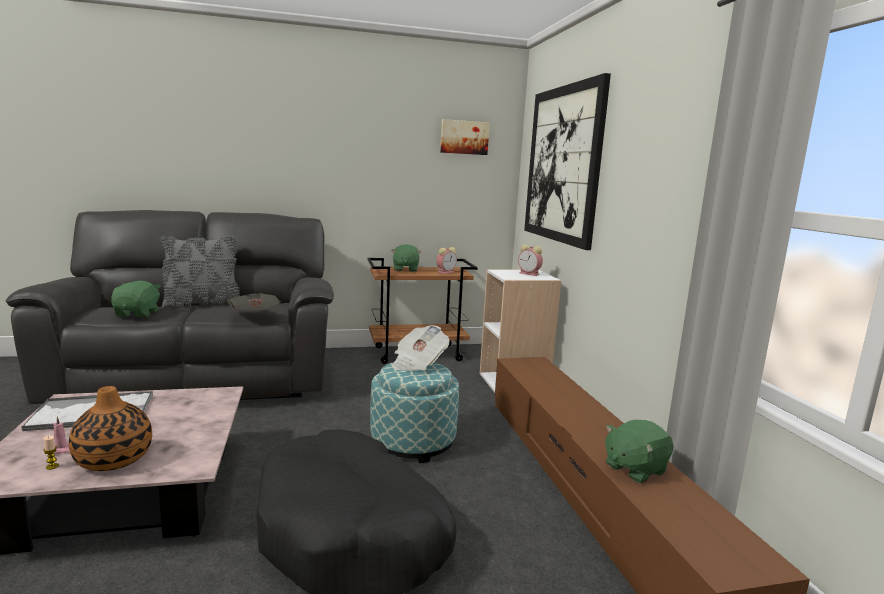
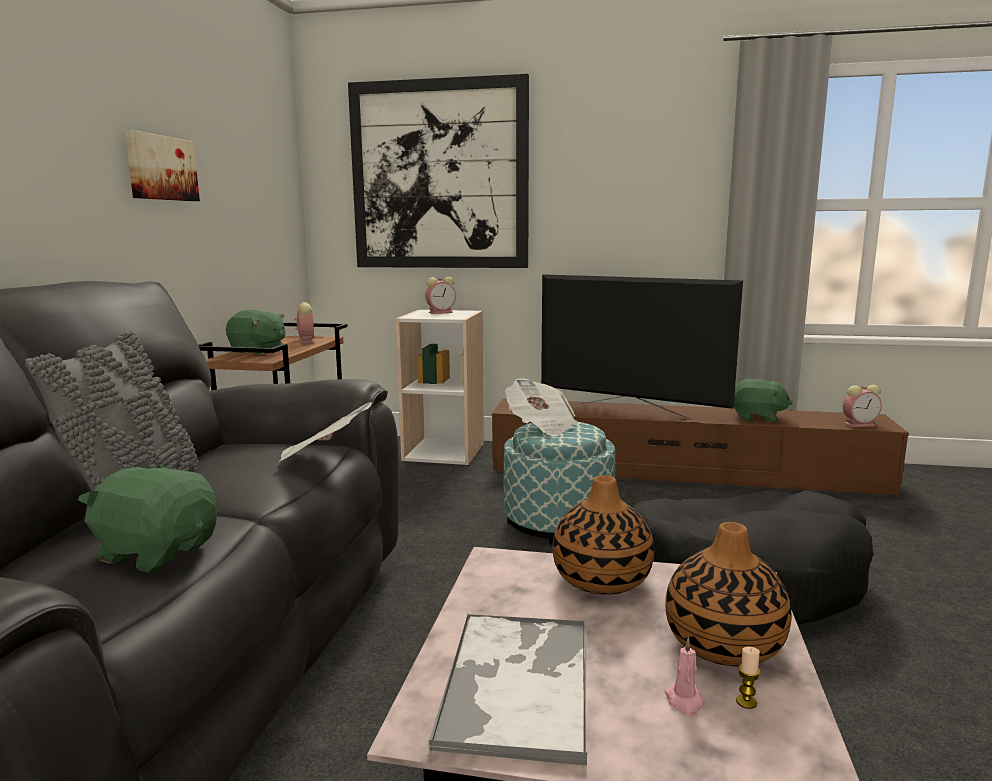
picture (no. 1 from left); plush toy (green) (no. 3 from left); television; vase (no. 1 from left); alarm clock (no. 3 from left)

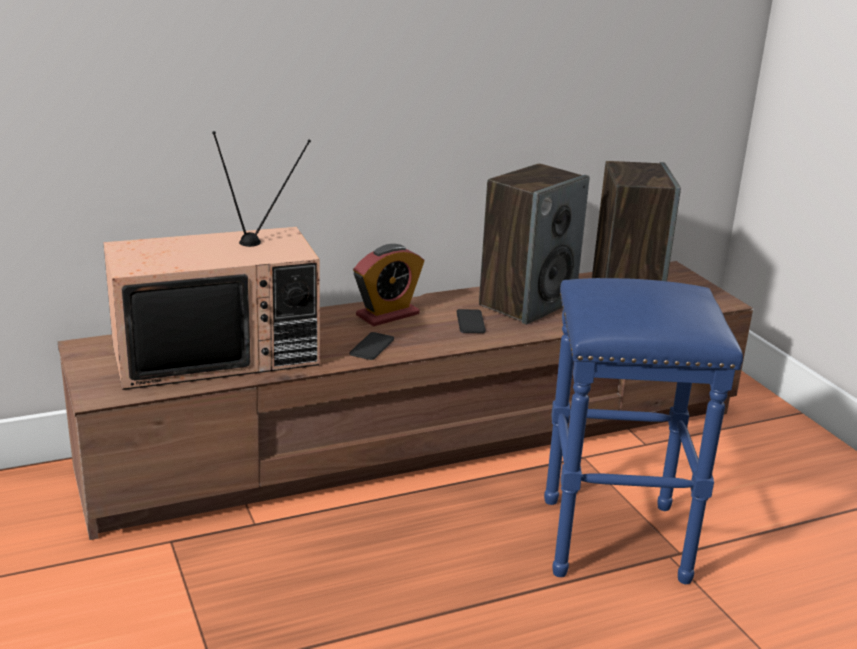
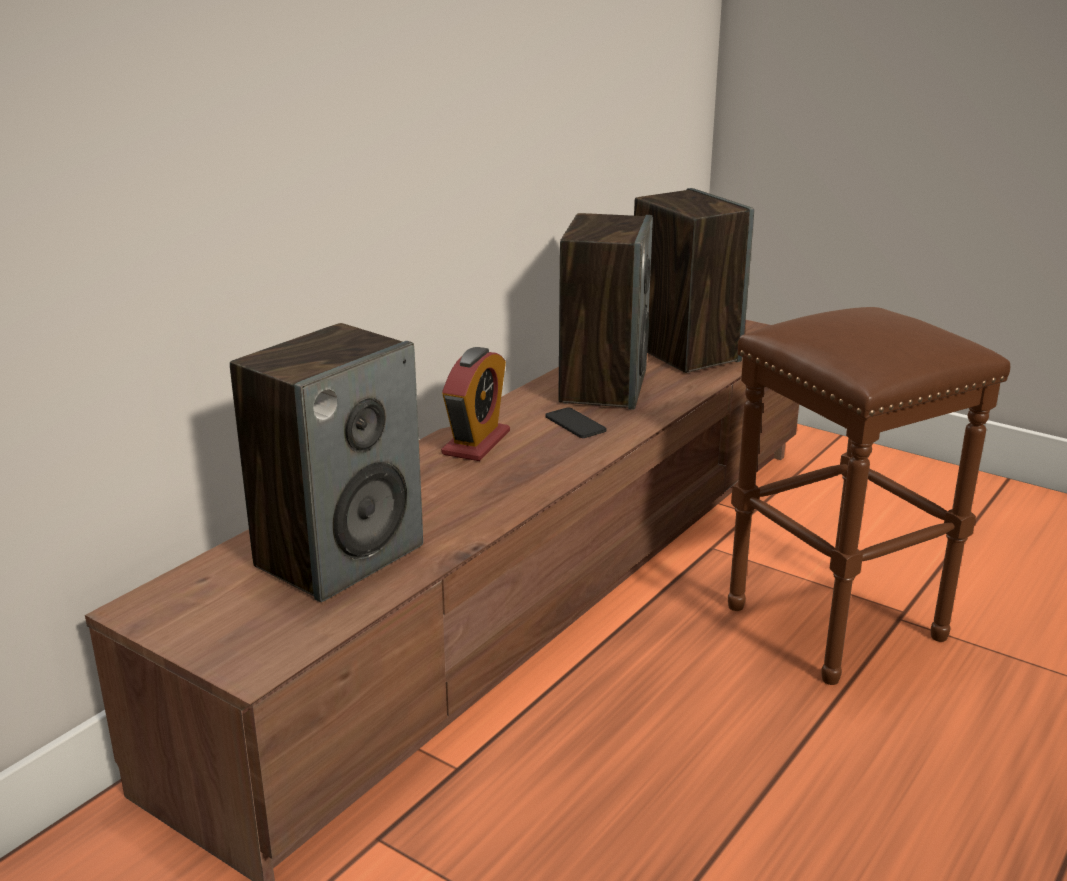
speaker (no. 1 from left); phone (no. 1 from left in the first image); stool (brown)

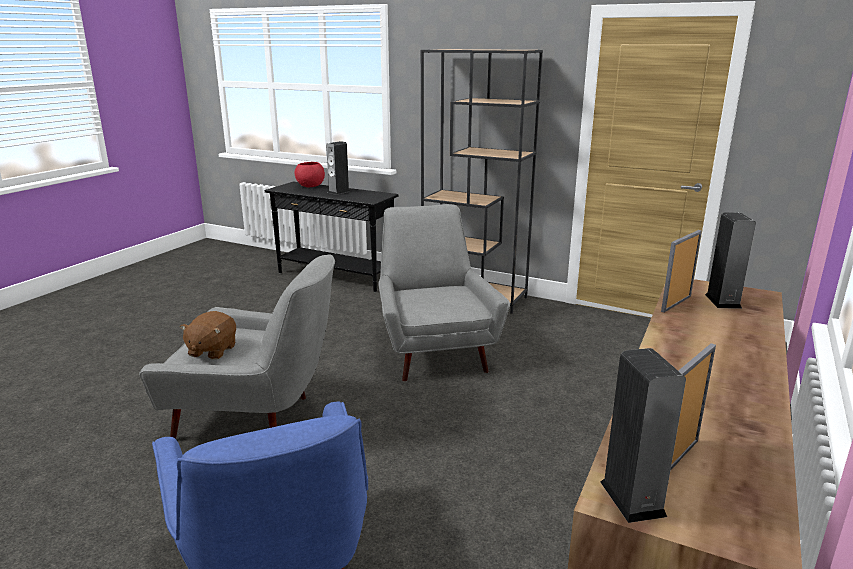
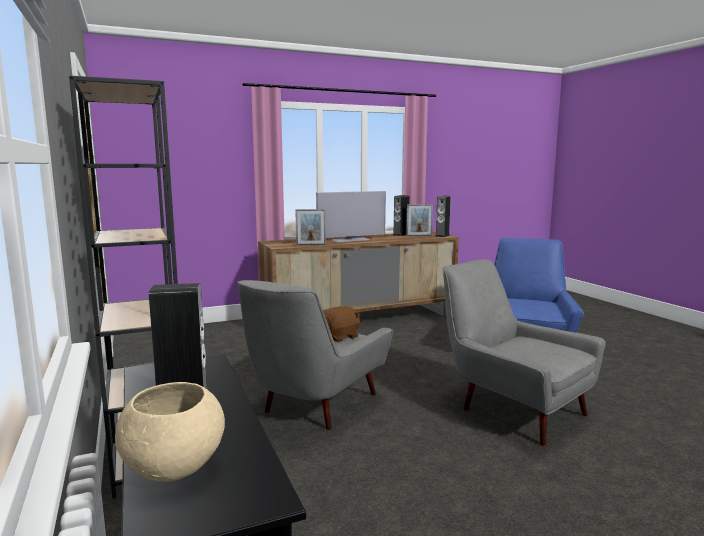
plush toy (brown); bowl (beige); speaker (no. 2 from left); television

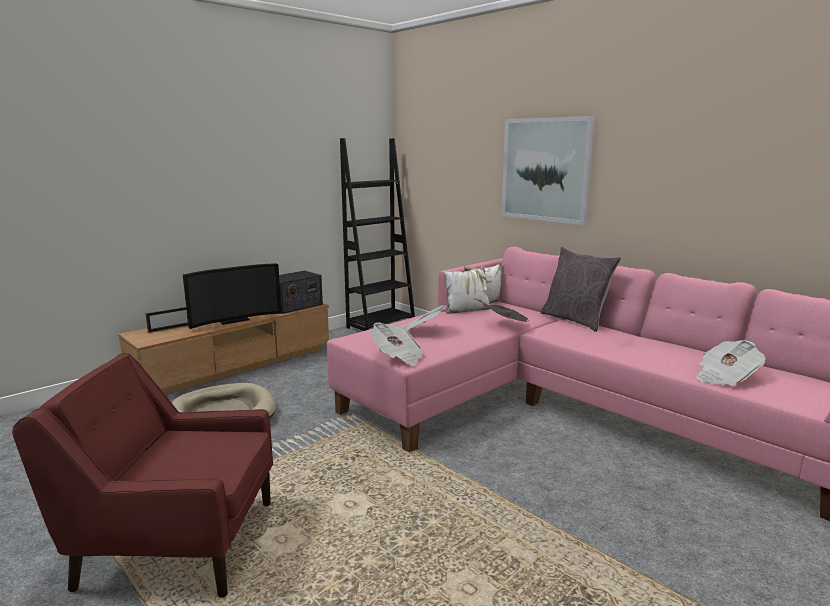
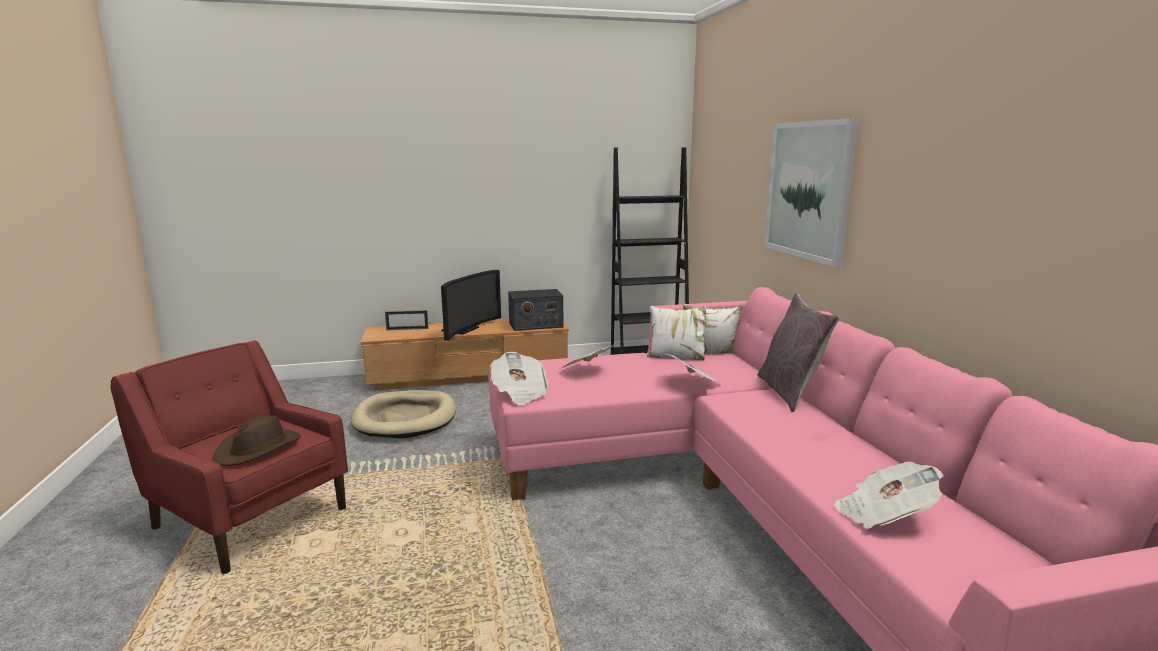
television; hat (brown)

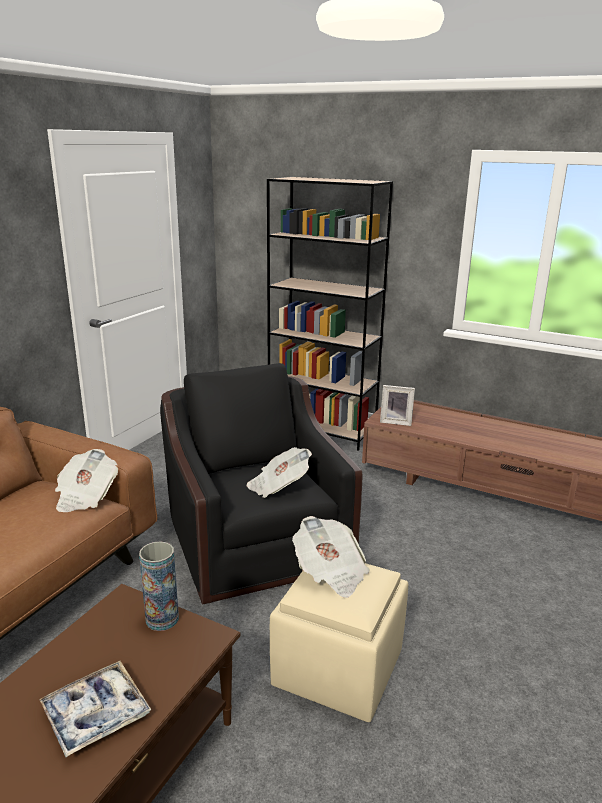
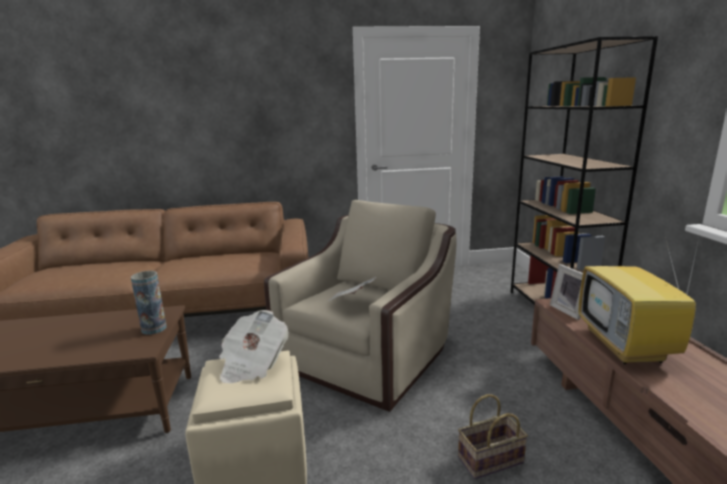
tray; newspaper (no. 1 from left in the first image); armchair (beige); basket; television

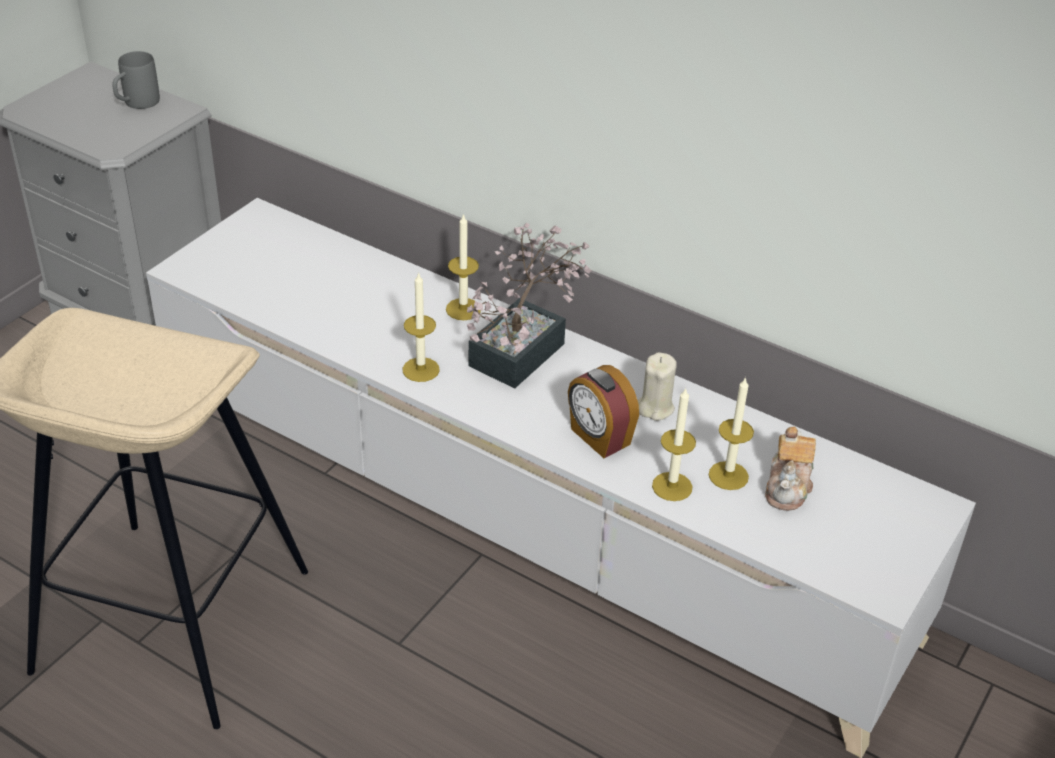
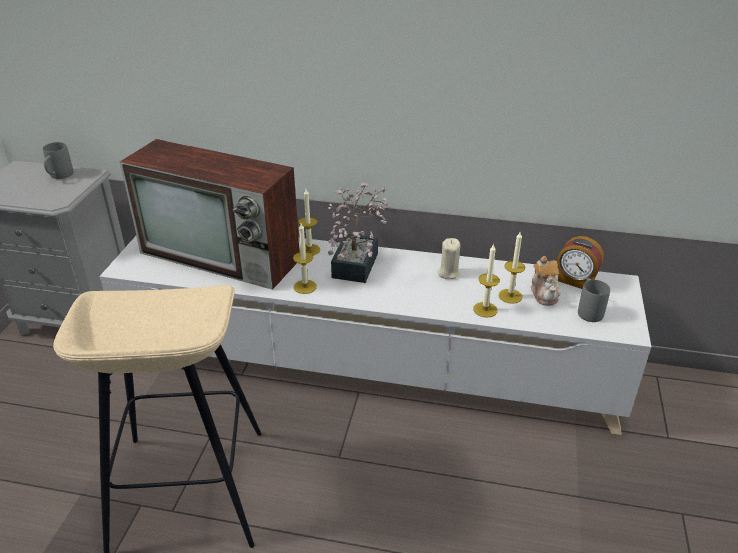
alarm clock; television; mug (grey) (no. 2 from left)

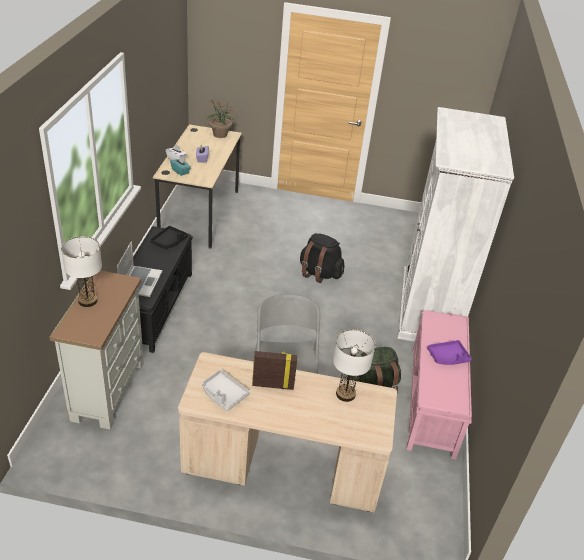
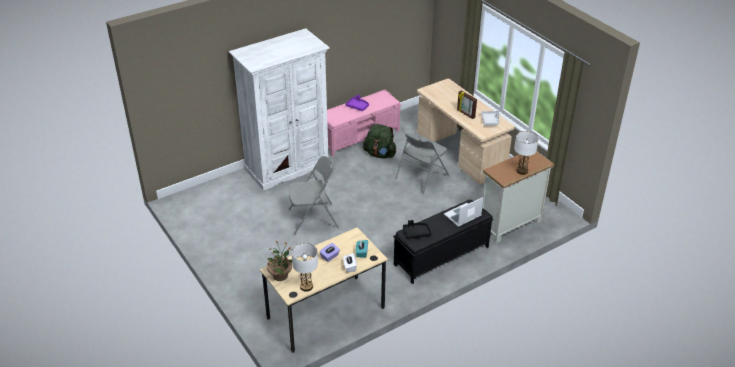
chair (grey) (no. 1 from left); table lamp (no. 1 from left)

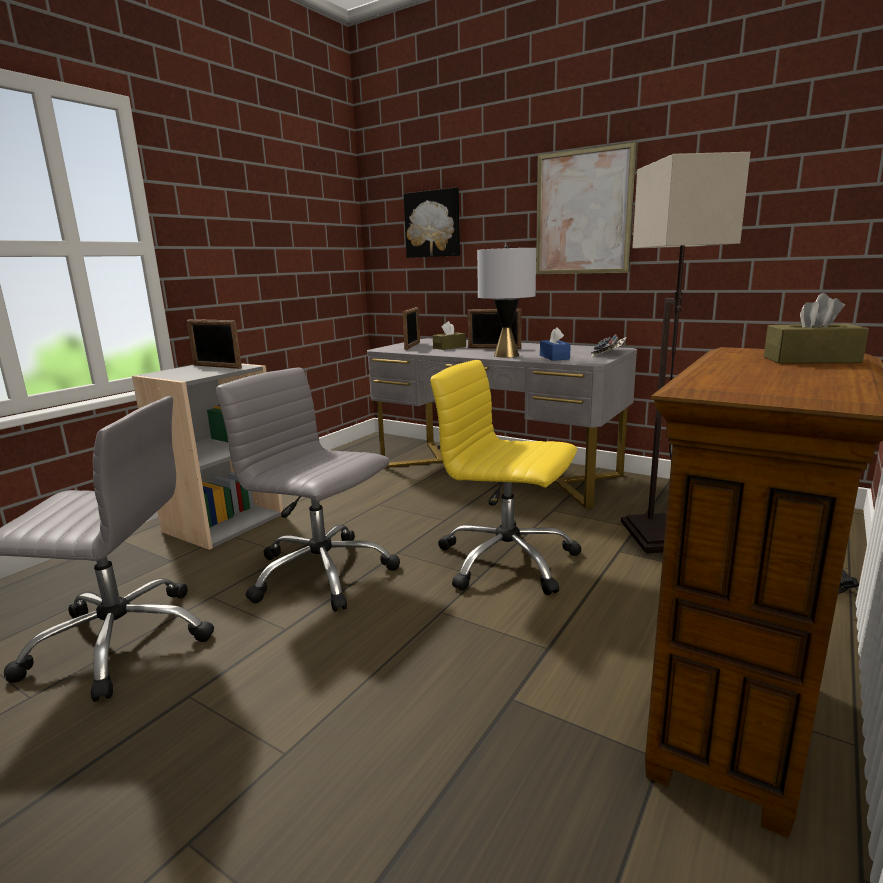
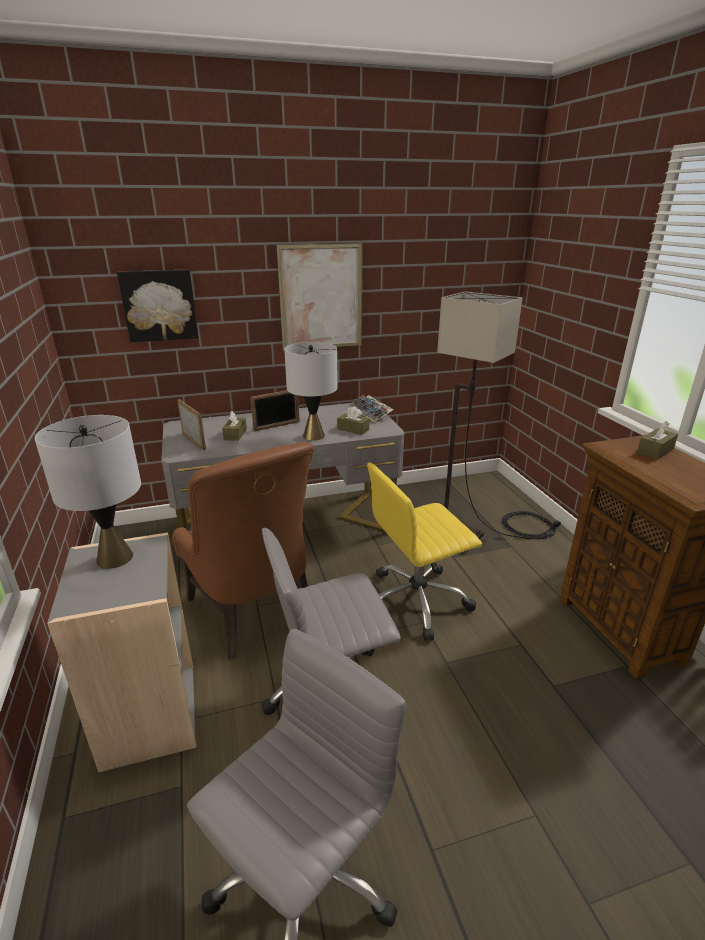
table lamp (grey) (no. 1 from left); tissue box (brown) (no. 2 from left); chair (brown)

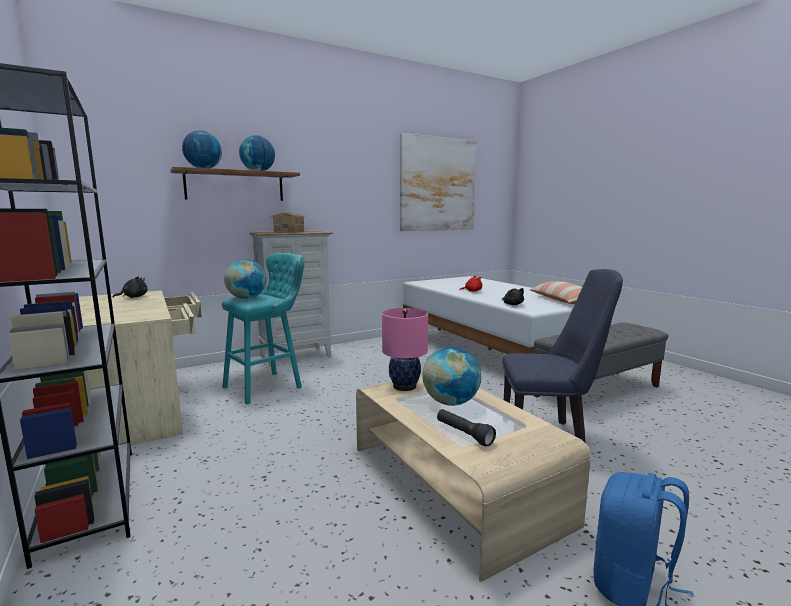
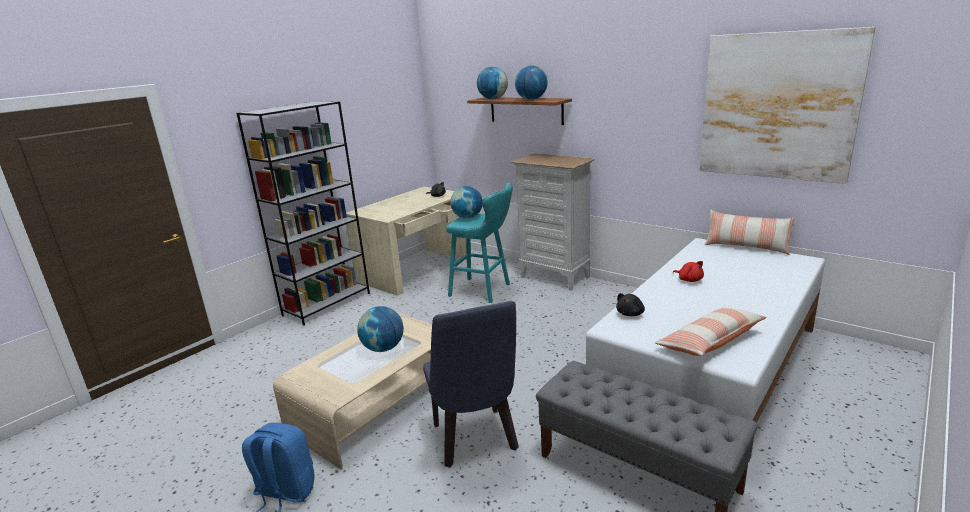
toy house; table lamp (pink); flashlight (black); pillow (no. 2 from left)

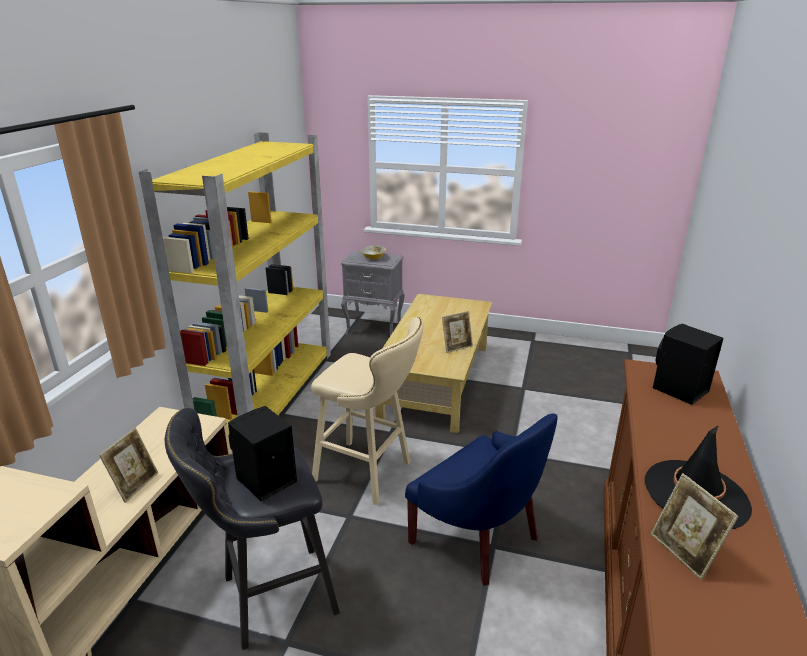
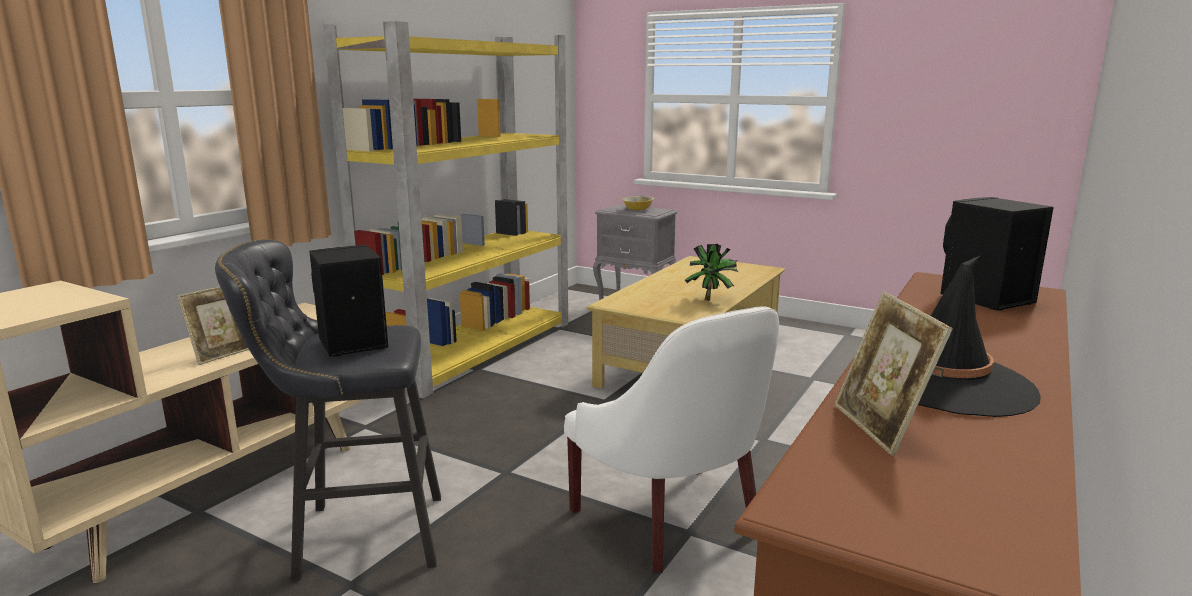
stool (beige); armchair (white); potted plant

